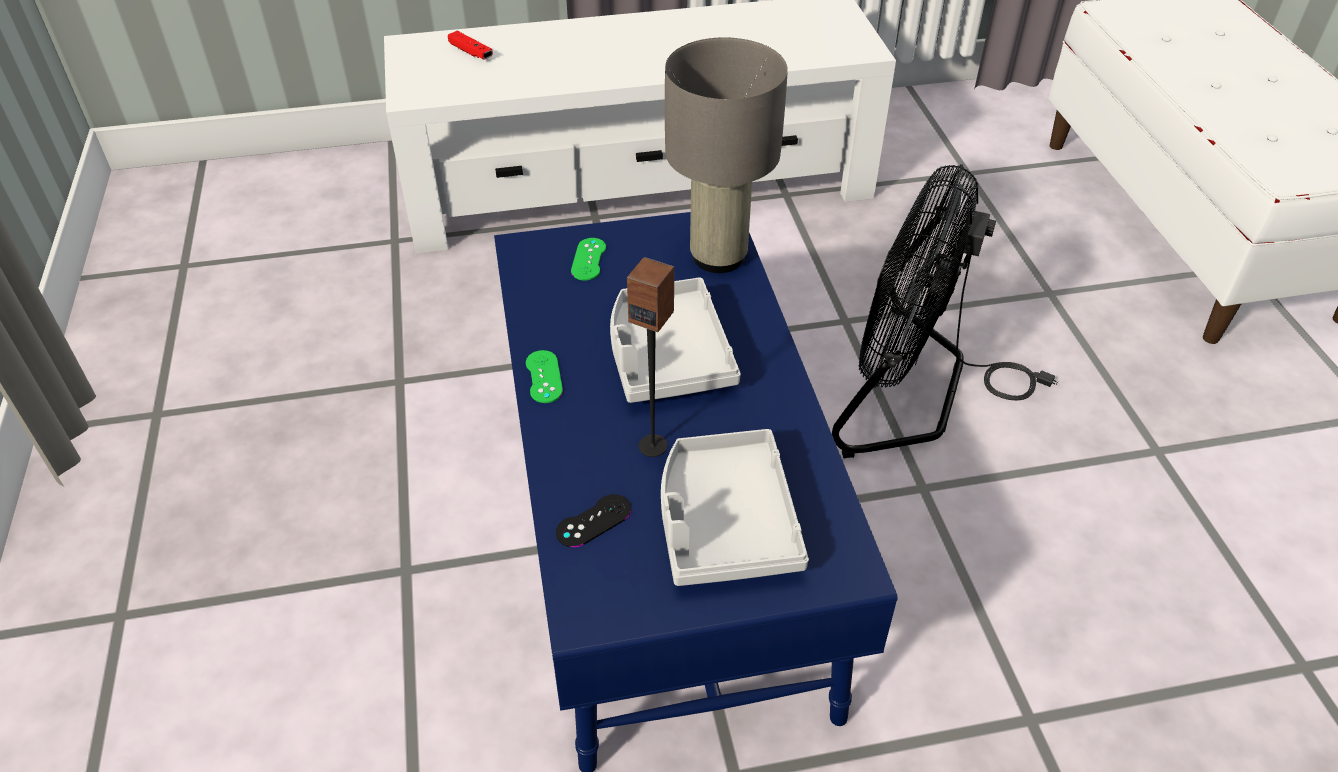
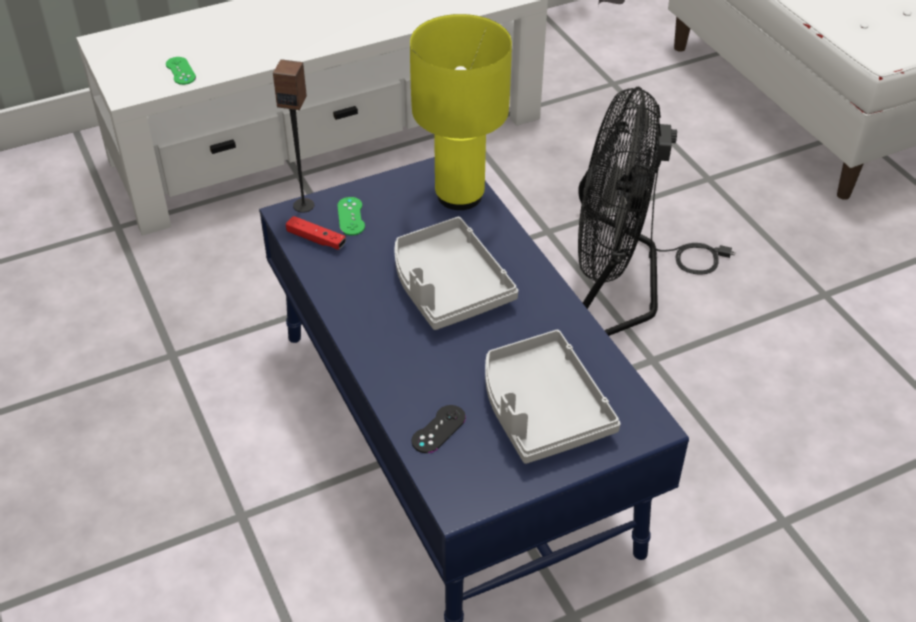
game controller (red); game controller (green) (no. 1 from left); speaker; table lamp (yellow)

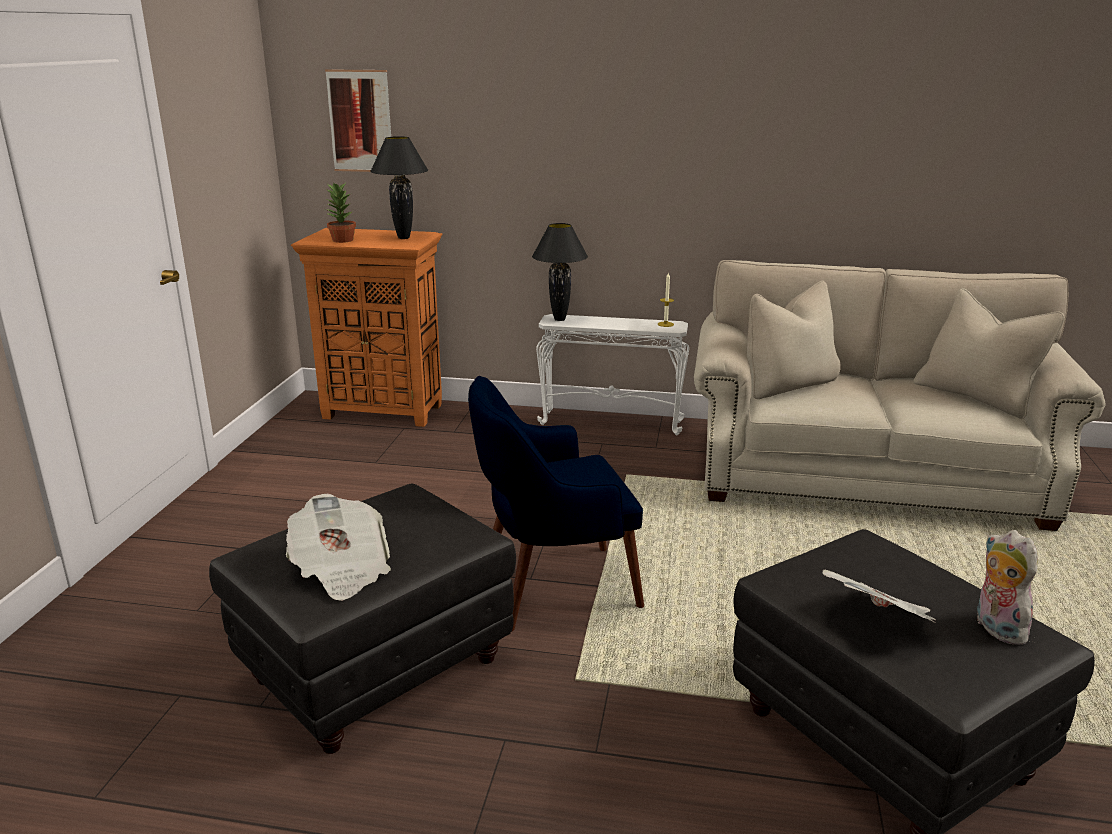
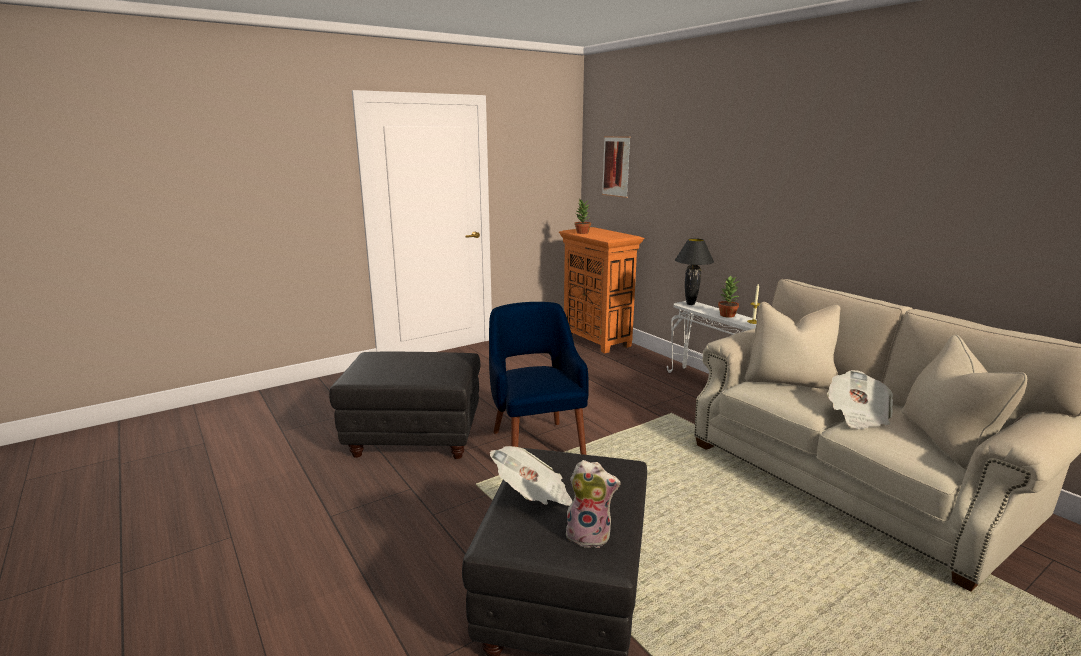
newspaper (no. 2 from left); table lamp (black) (no. 1 from left in the first image); armchair (blue); plush toy; potted plant (no. 2 from left)

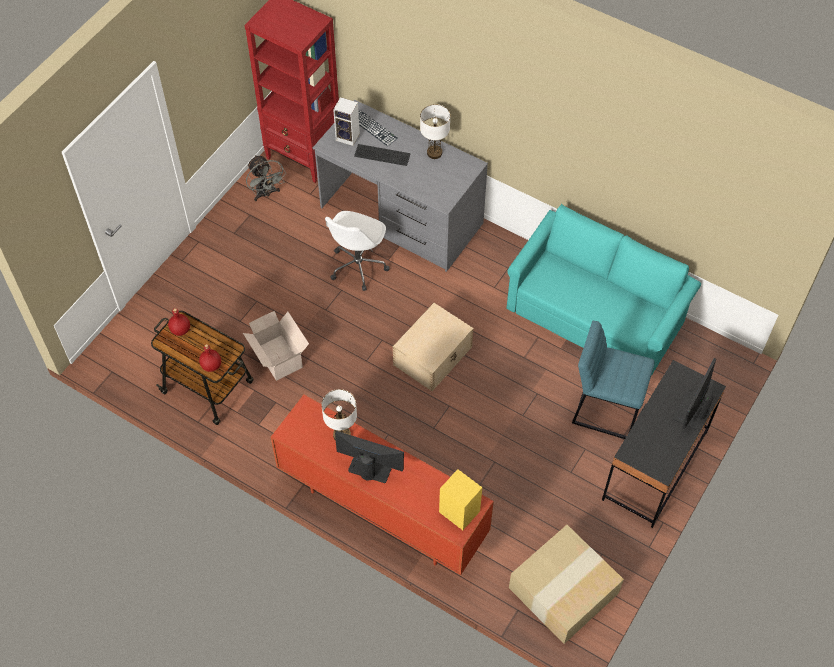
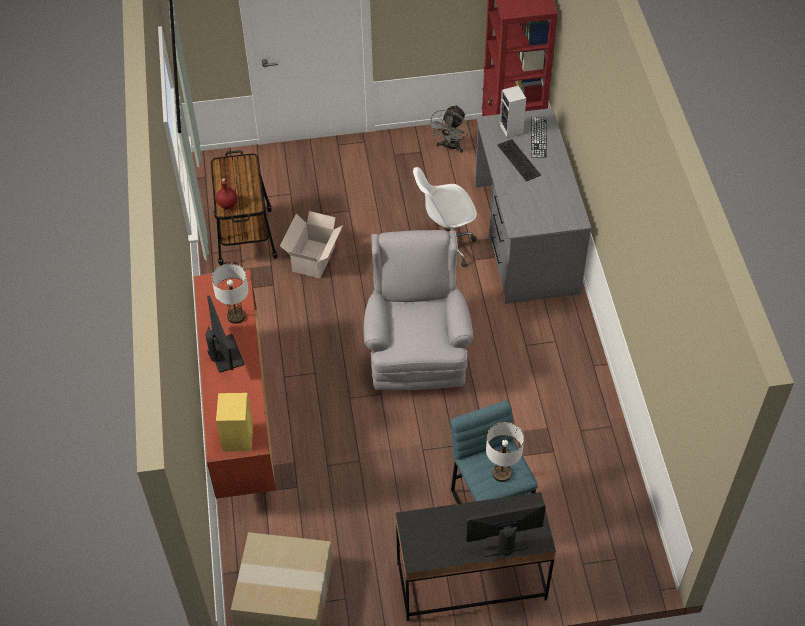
bottle (red) (no. 1 from left in the first image); armchair (grey); table lamp (no. 2 from left); sofa (turquoise)

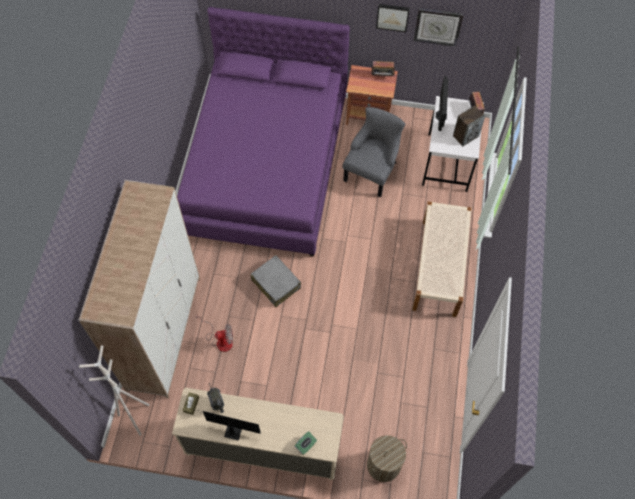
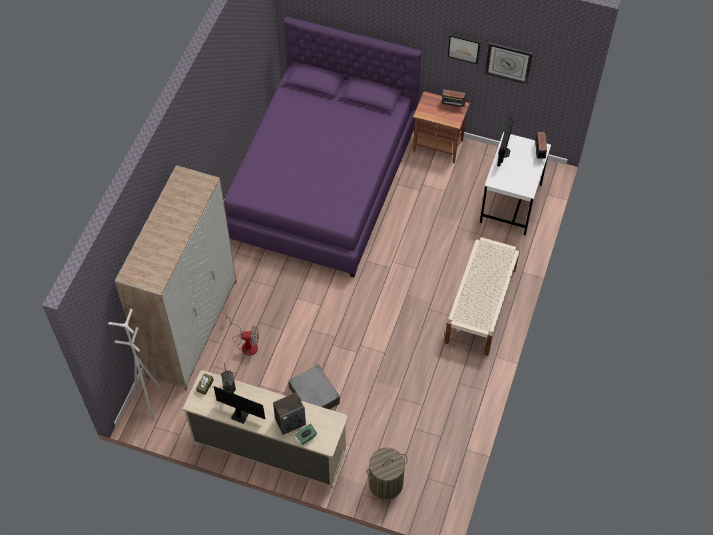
suitcase (grey); armchair (grey); speaker

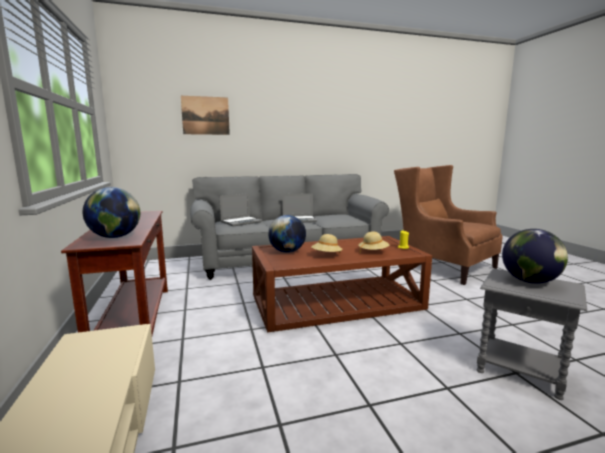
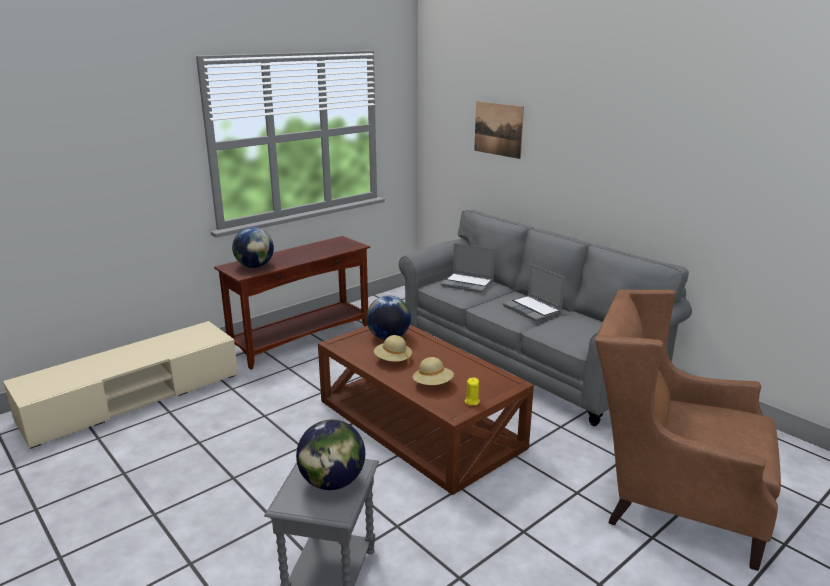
armchair (brown)

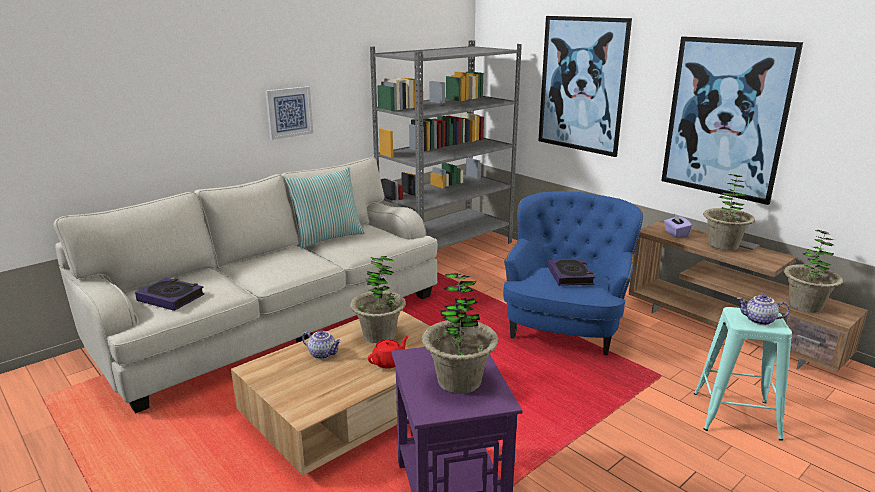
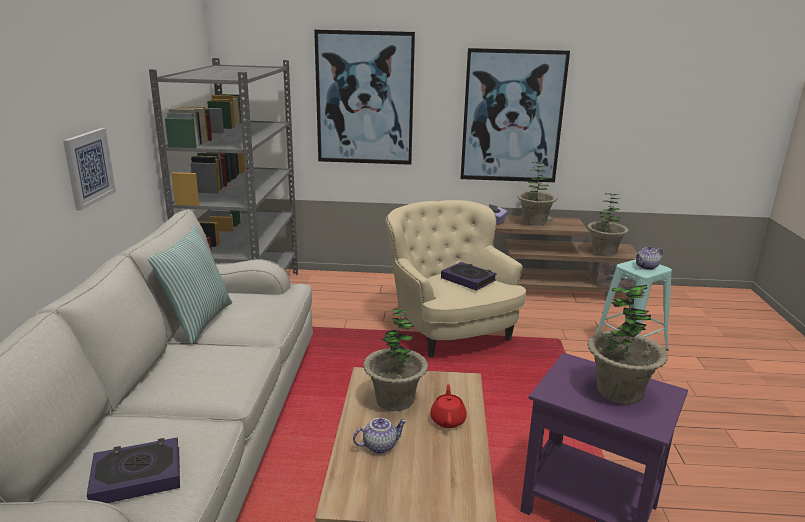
armchair (beige)

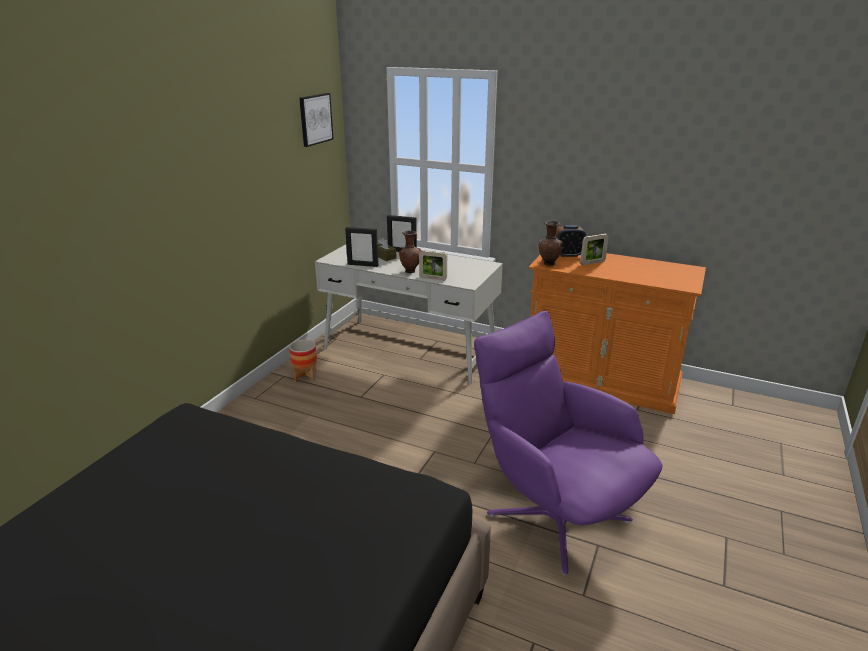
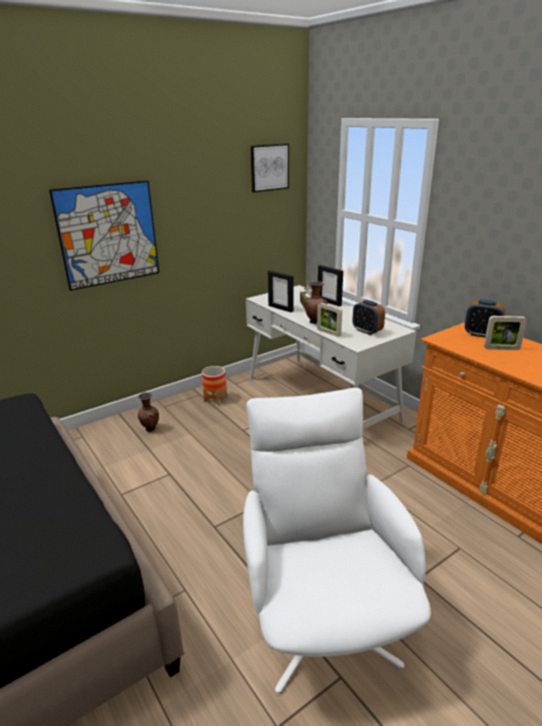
armchair (white); vase (brown) (no. 1 from left); picture (no. 1 from left); alarm clock (no. 1 from left)

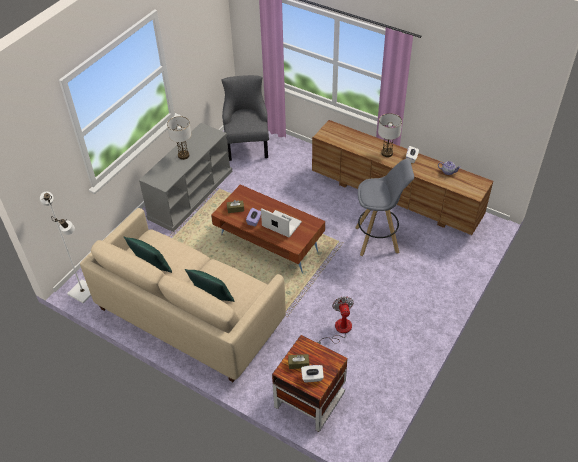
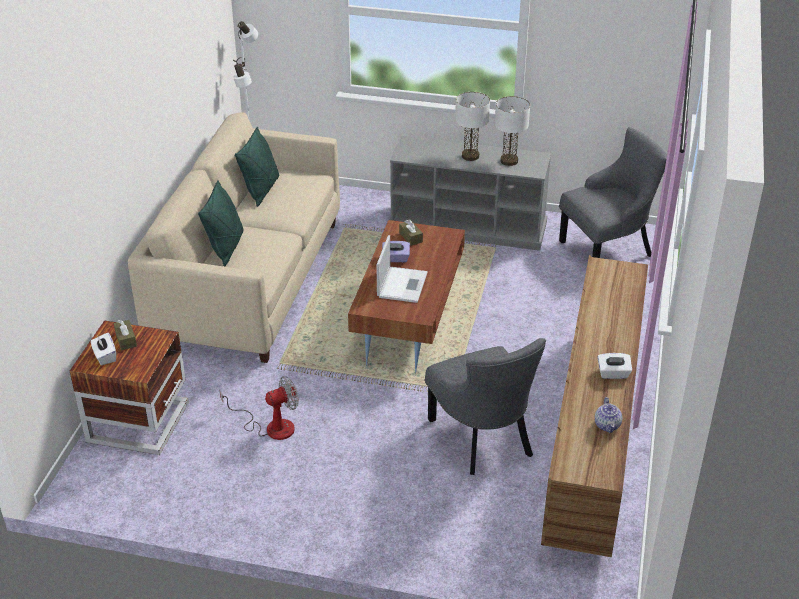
armchair (grey) (no. 1 from left); table lamp (no. 2 from left)

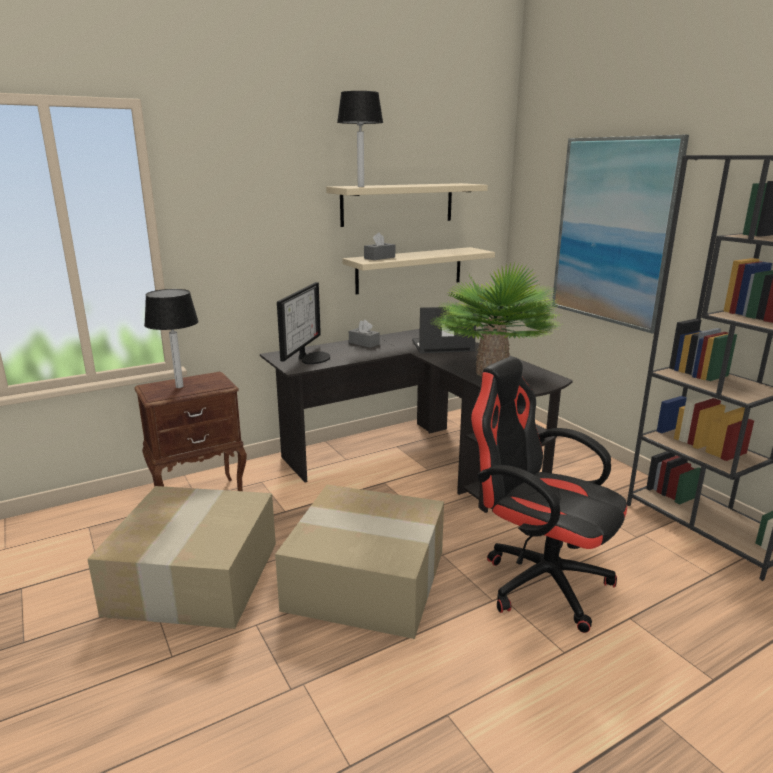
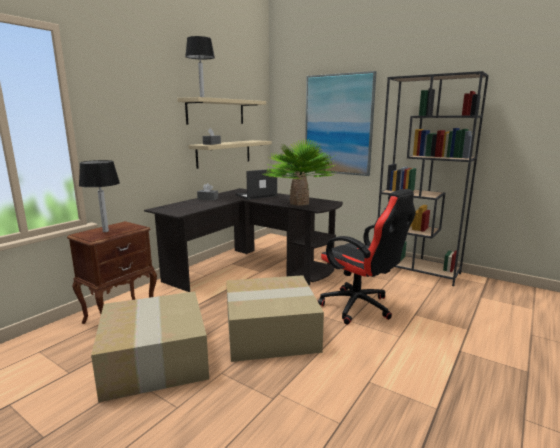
monitor; office chair (black)

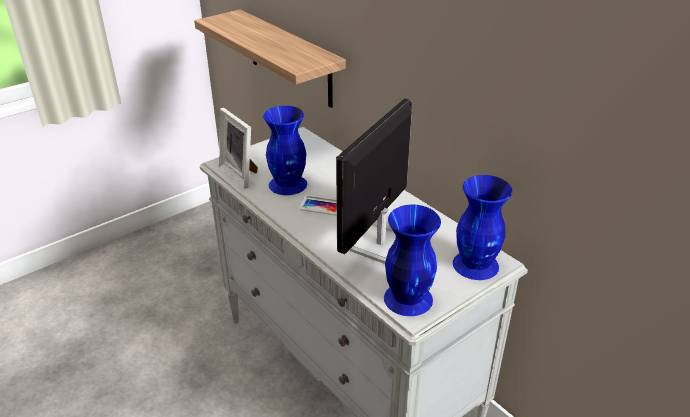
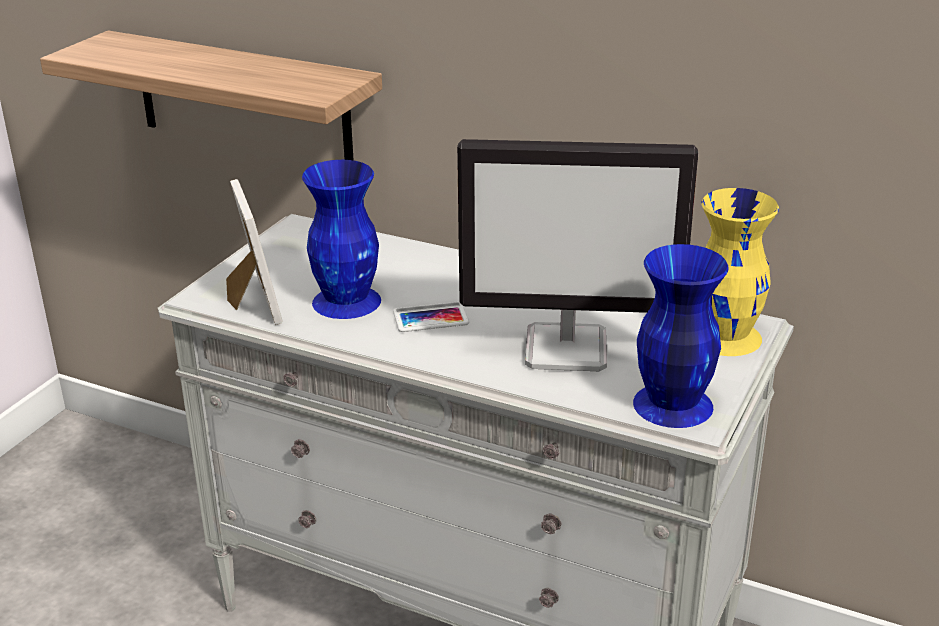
picture frame; monitor; vase (yellow)

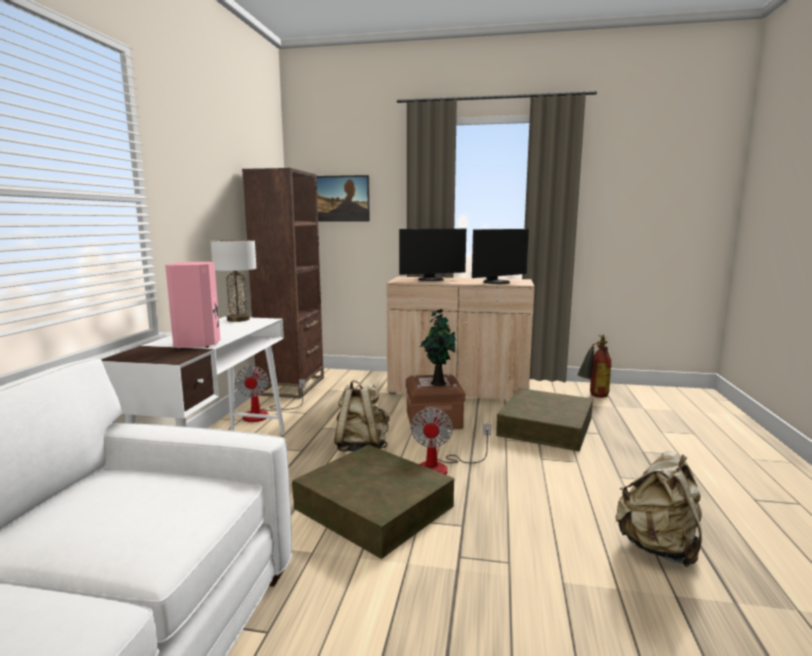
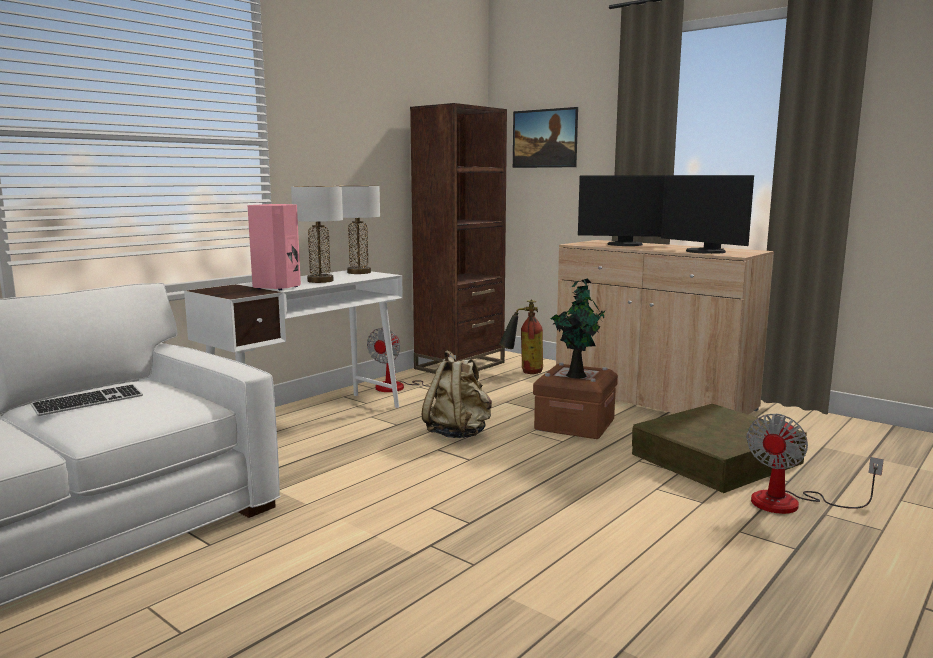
storage box (brown) (no. 1 from left in the first image); fan (no. 2 from left); monitor (no. 2 from left); fire extinguisher; backpack (beige) (no. 2 from left in the first image); keyboard; table lamp (no. 1 from left)

